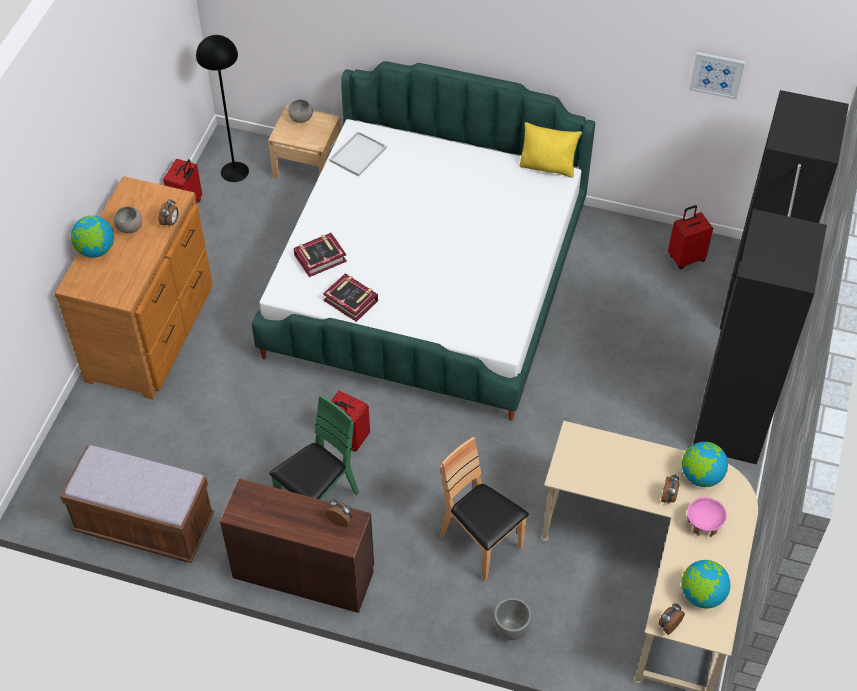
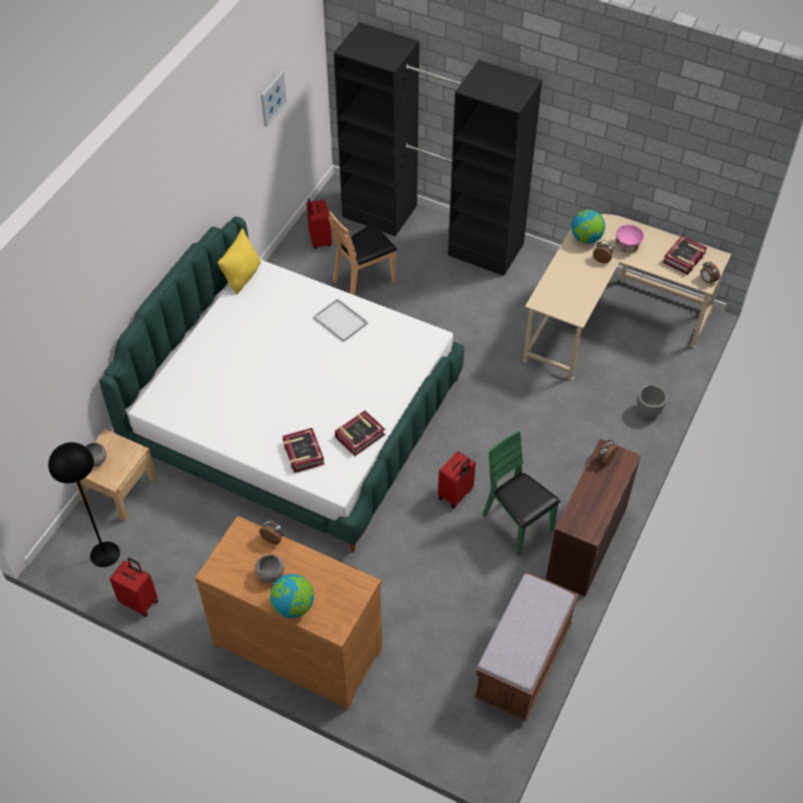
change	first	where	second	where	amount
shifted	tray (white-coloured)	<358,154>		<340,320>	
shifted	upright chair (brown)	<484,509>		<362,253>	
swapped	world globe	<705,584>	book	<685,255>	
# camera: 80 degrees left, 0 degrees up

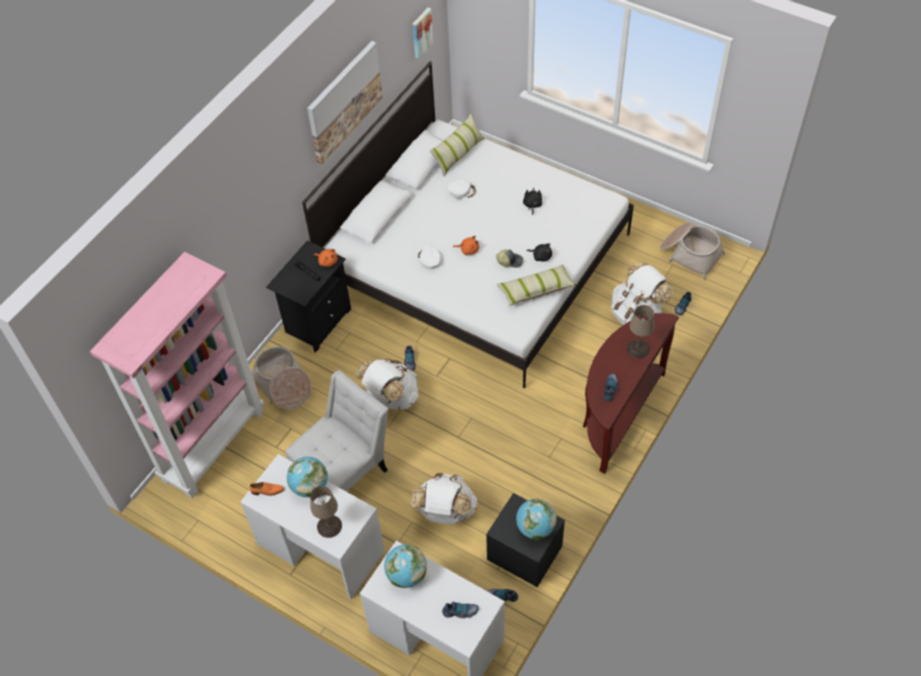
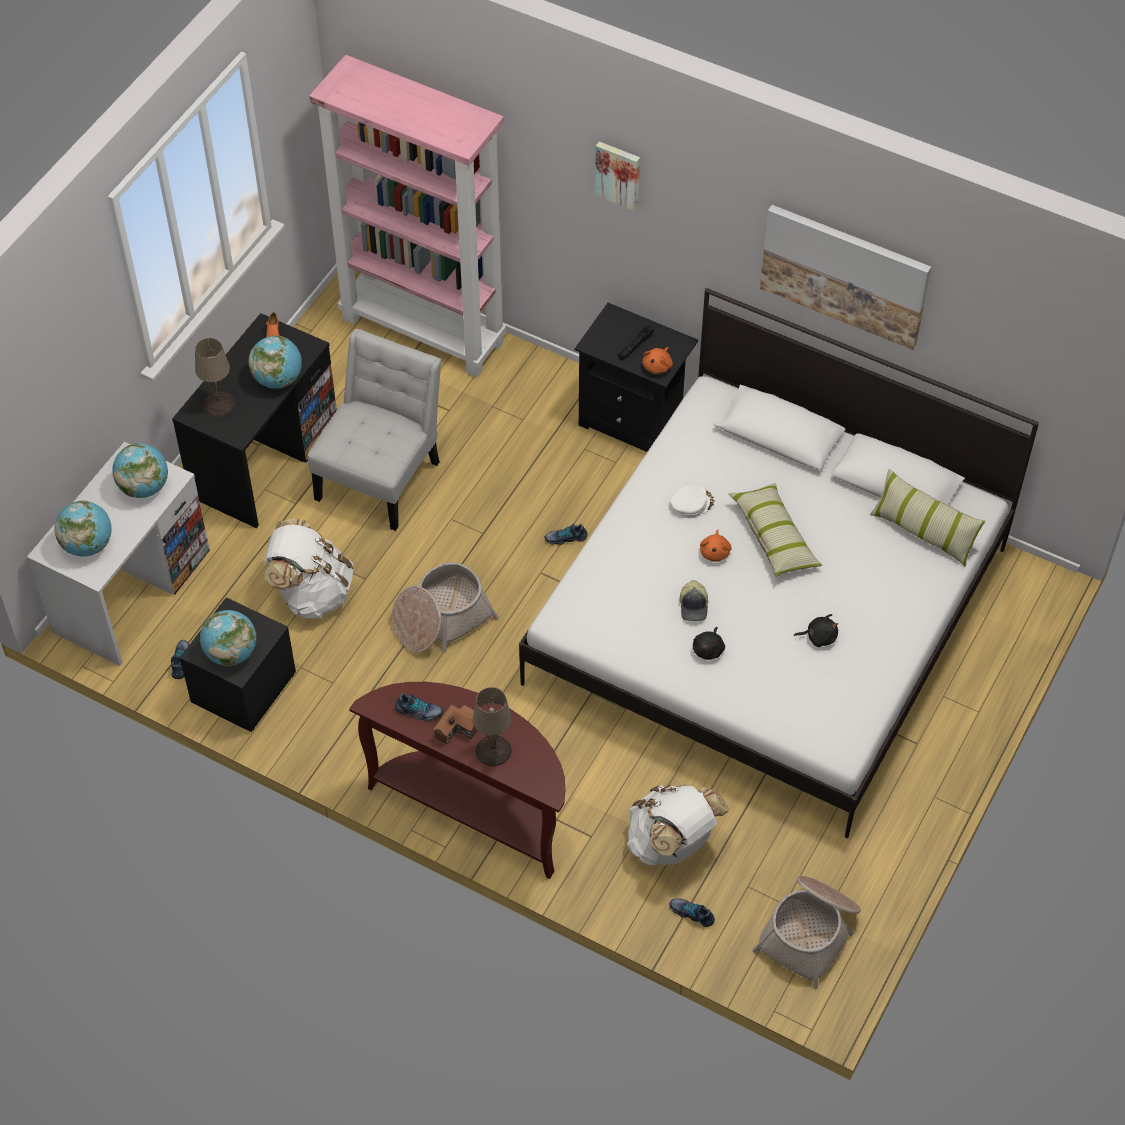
change	first	where	second	where	amount
shifted	picture	<423,33>		<617,176>	
gone	cap (white-coloured)	<462,189>			
shifted	throw pillow	<536,285>		<775,530>	
shifted	basket	<281,378>		<445,607>	
gone	knapsack (white-coloured)	<386,384>			
rotated	upright chair (white-coloured)	<337,431>		<374,430>	105 degrees counterclockwise
repainted	desk unit (white-coloured)	<312,526>	desk unit (black)	<254,420>	
swapped	item of footwear	<460,609>	world globe	<82,529>	
new			toy house	<455,724>	
# camera: 85 degrees right, 0 degrees up

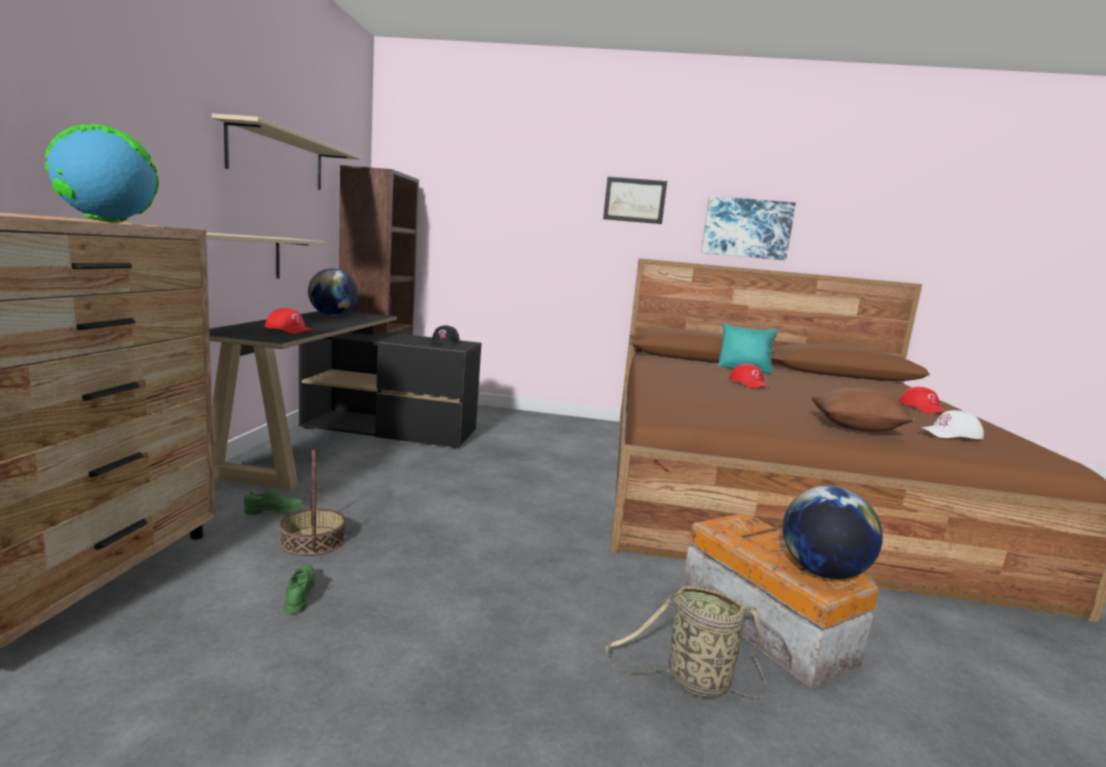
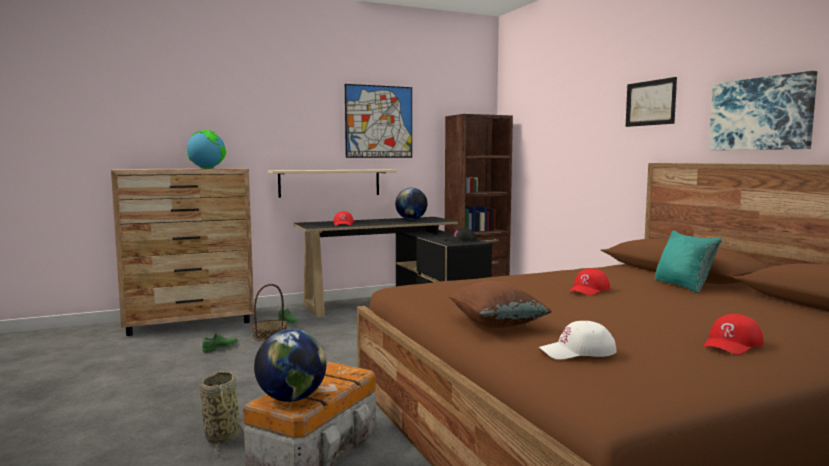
change	first	where	second	where	amount
swapped	shelf (beige)	<286,151>	picture	<378,121>	
rotated	cap (white-coloured)	<951,424>		<578,340>	60 degrees counterclockwise
# camera: 60 degrees right, 5 degrees down

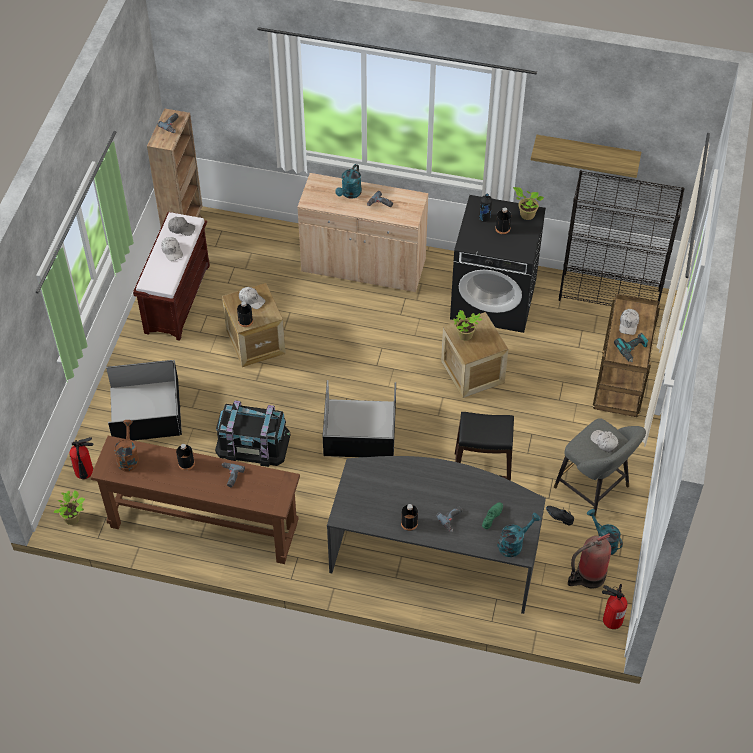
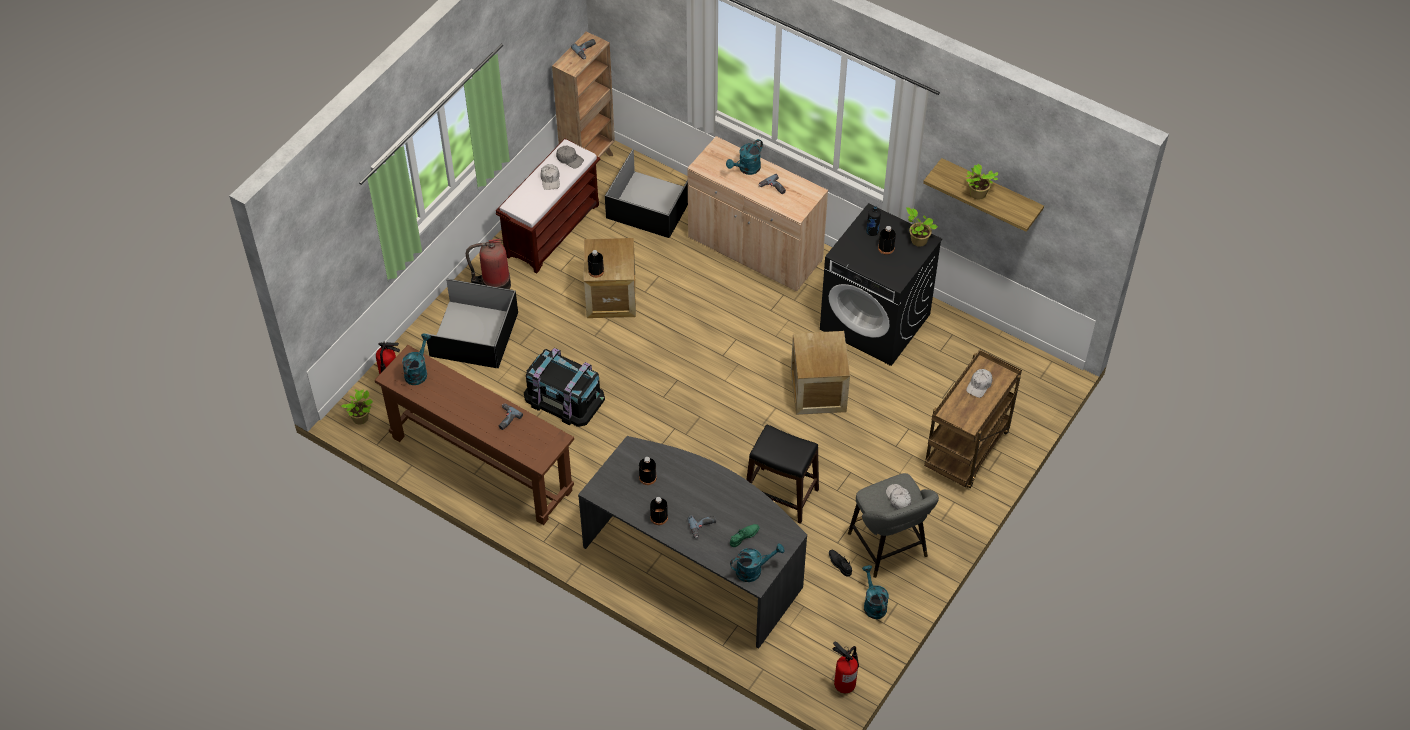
change	first	where	second	where	amount
gone	shelving unit (black)	<622,238>			
gone	cap (white-coloured)	<252,298>			
shifted	houseplant	<467,325>		<982,182>	
gone	drill	<631,348>			
shifted	storage box (black)	<359,418>		<646,193>	
repainted	watering pot (brown)	<126,446>	watering pot (turquoise-coloured)	<416,359>	
shifted	bottle (black)	<185,457>		<648,471>	
shifted	fire extinguisher	<589,560>		<488,263>	
# camera: 20 degrees right, 0 degrees up

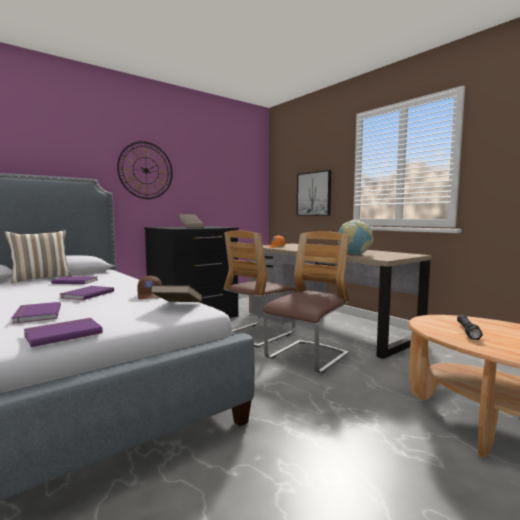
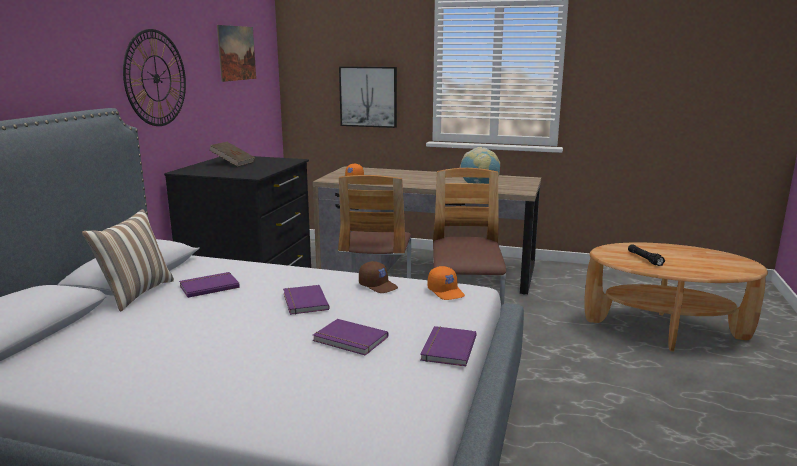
change	first	where	second	where	amount
swapped	book (brown)	<176,293>	cap (orangey)	<446,283>	
new			picture	<236,53>	
# camera: 35 degrees left, 10 degrees up

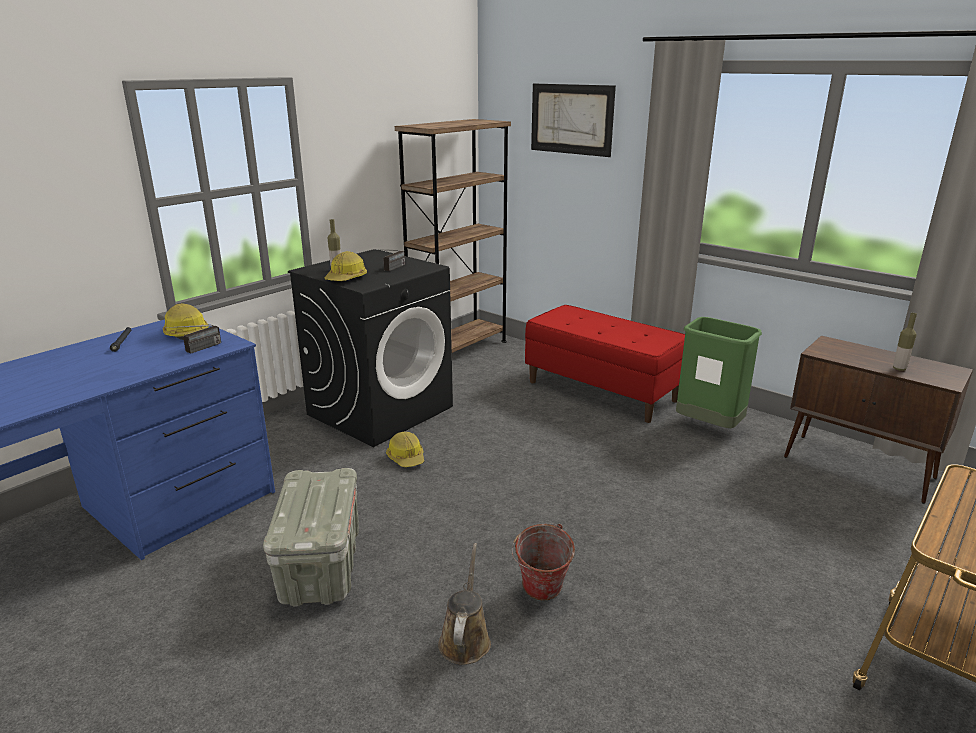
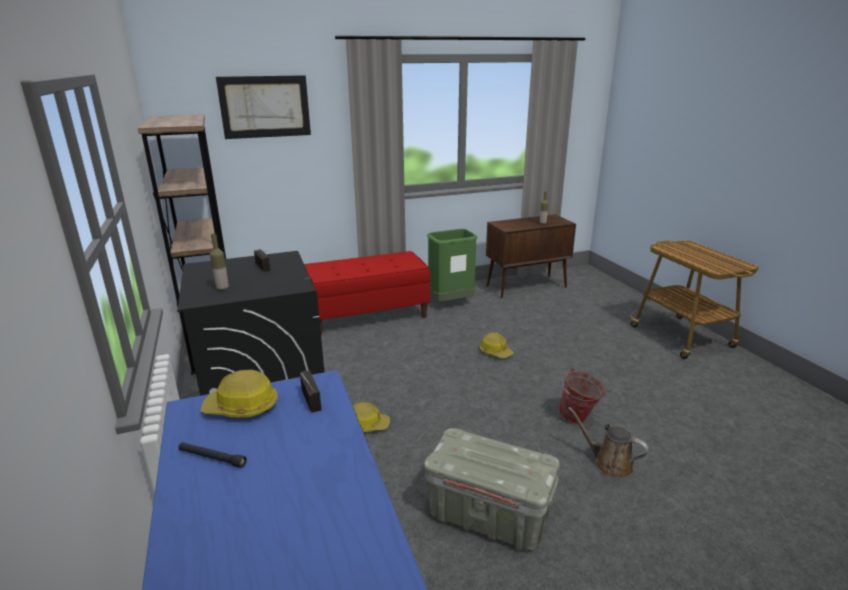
change	first	where	second	where	amount
shifted	safety helmet	<346,266>		<497,345>	
# camera: 60 degrees left, 0 degrees up

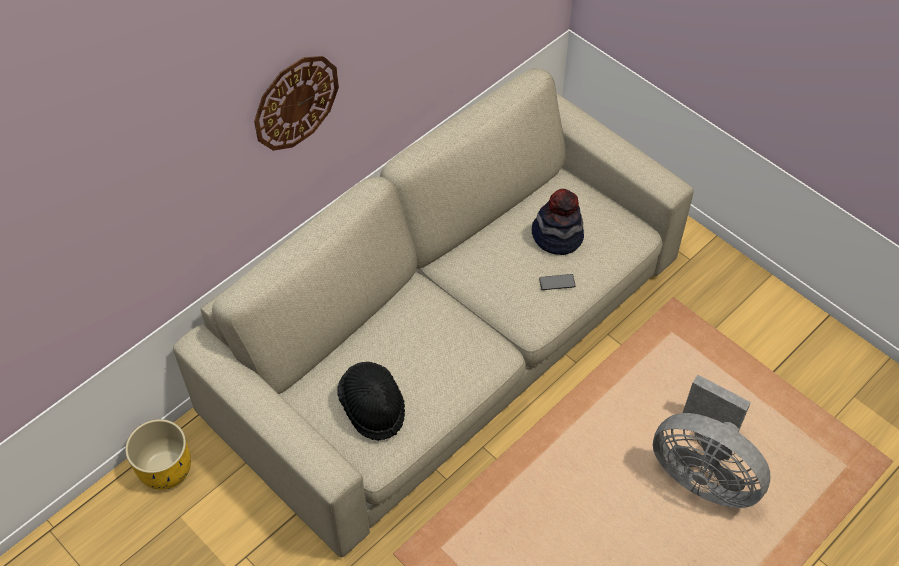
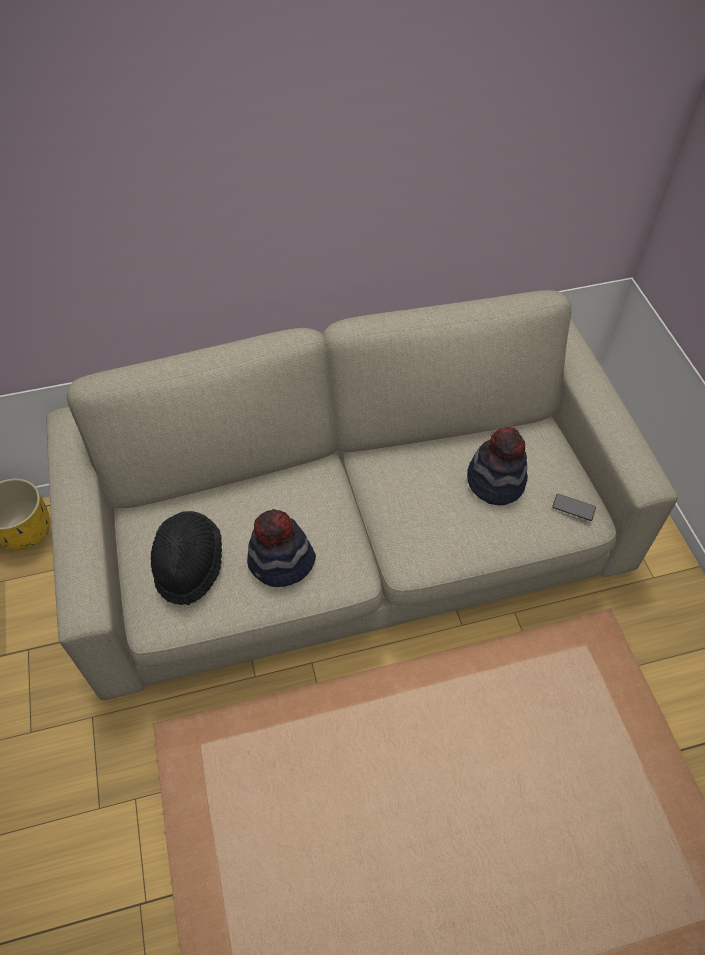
change	first	where	second	where	amount
gone	wall clock	<296,103>			
shifted	handset	<557,282>		<574,507>	
gone	cooling fan (greyish)	<711,441>			
new			wearable hat	<281,548>	
# camera: 30 degrees right, 0 degrees up

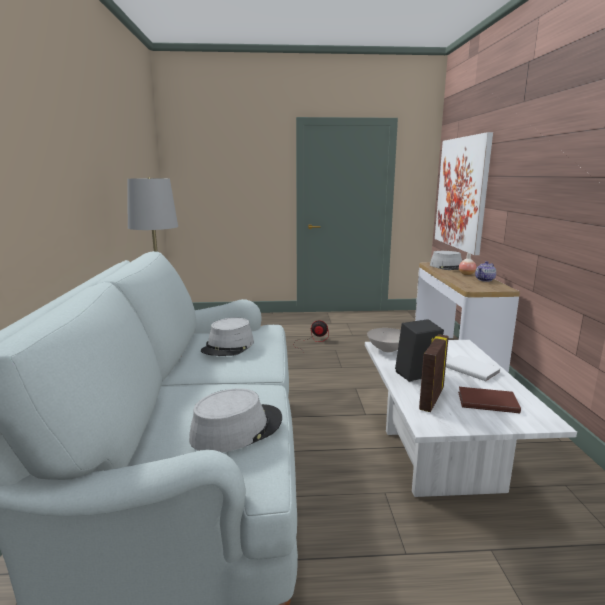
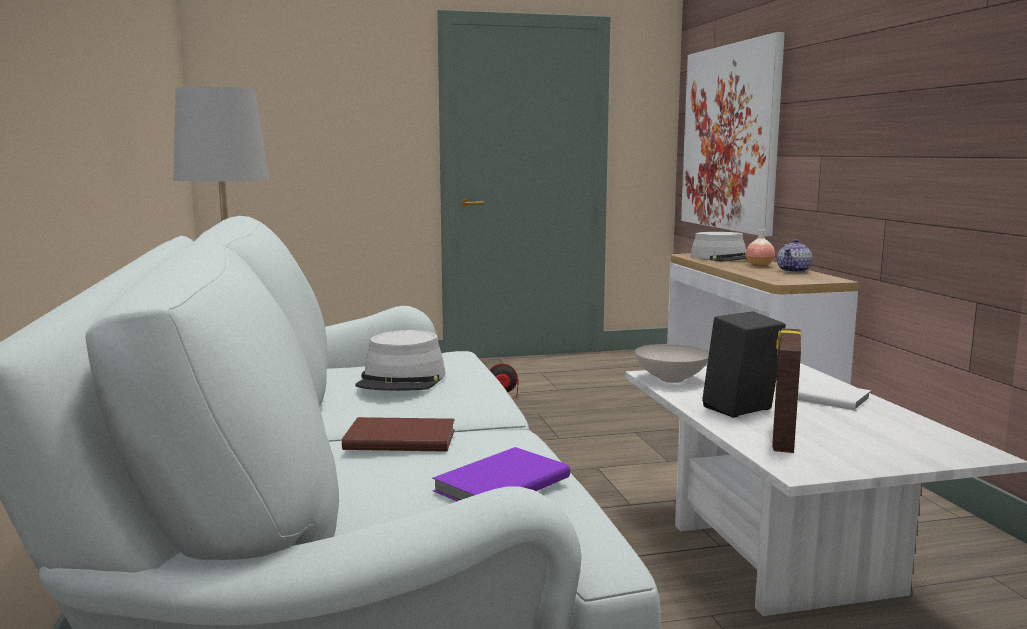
change	first	where	second	where	amount
shifted	book (brown)	<489,400>		<398,434>	
swapped	wearable hat (greyish)	<235,420>	book (purple)	<501,474>	
# camera: 10 degrees left, 5 degrees down

